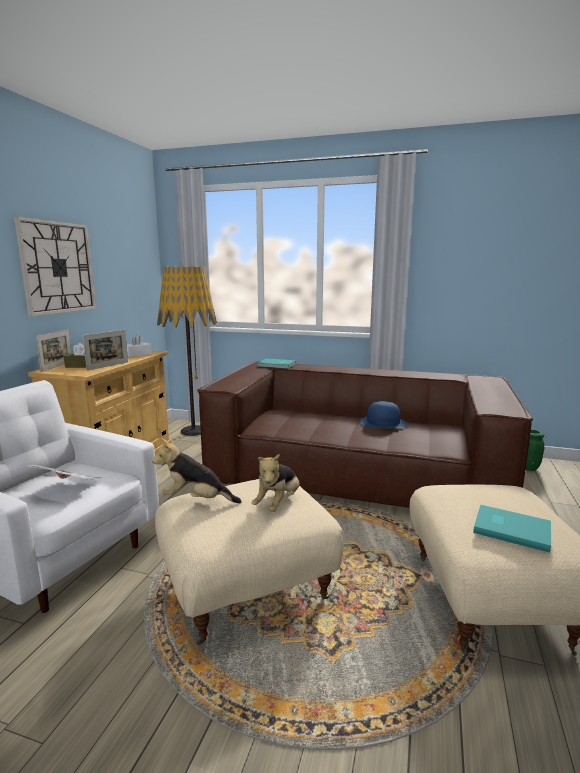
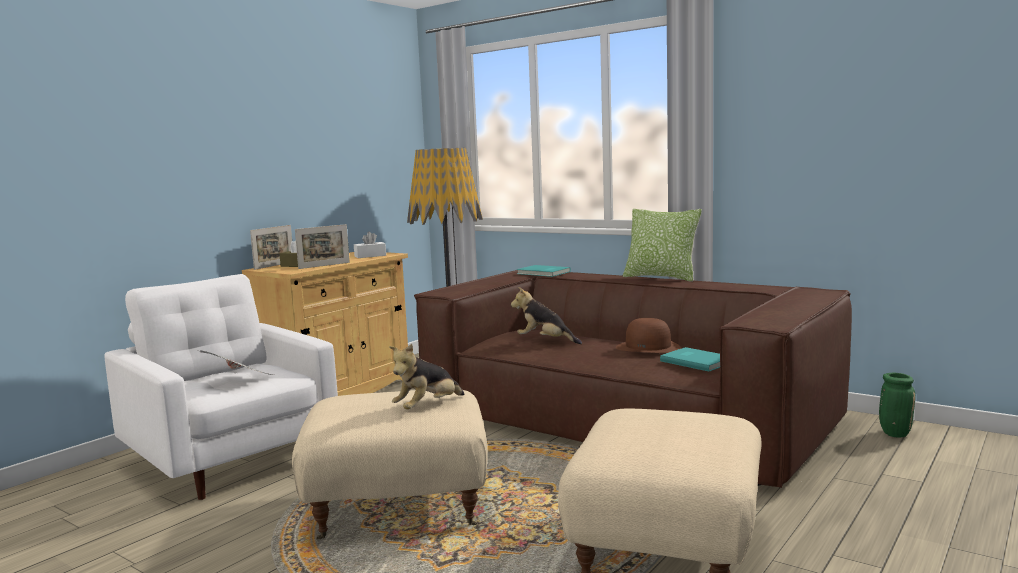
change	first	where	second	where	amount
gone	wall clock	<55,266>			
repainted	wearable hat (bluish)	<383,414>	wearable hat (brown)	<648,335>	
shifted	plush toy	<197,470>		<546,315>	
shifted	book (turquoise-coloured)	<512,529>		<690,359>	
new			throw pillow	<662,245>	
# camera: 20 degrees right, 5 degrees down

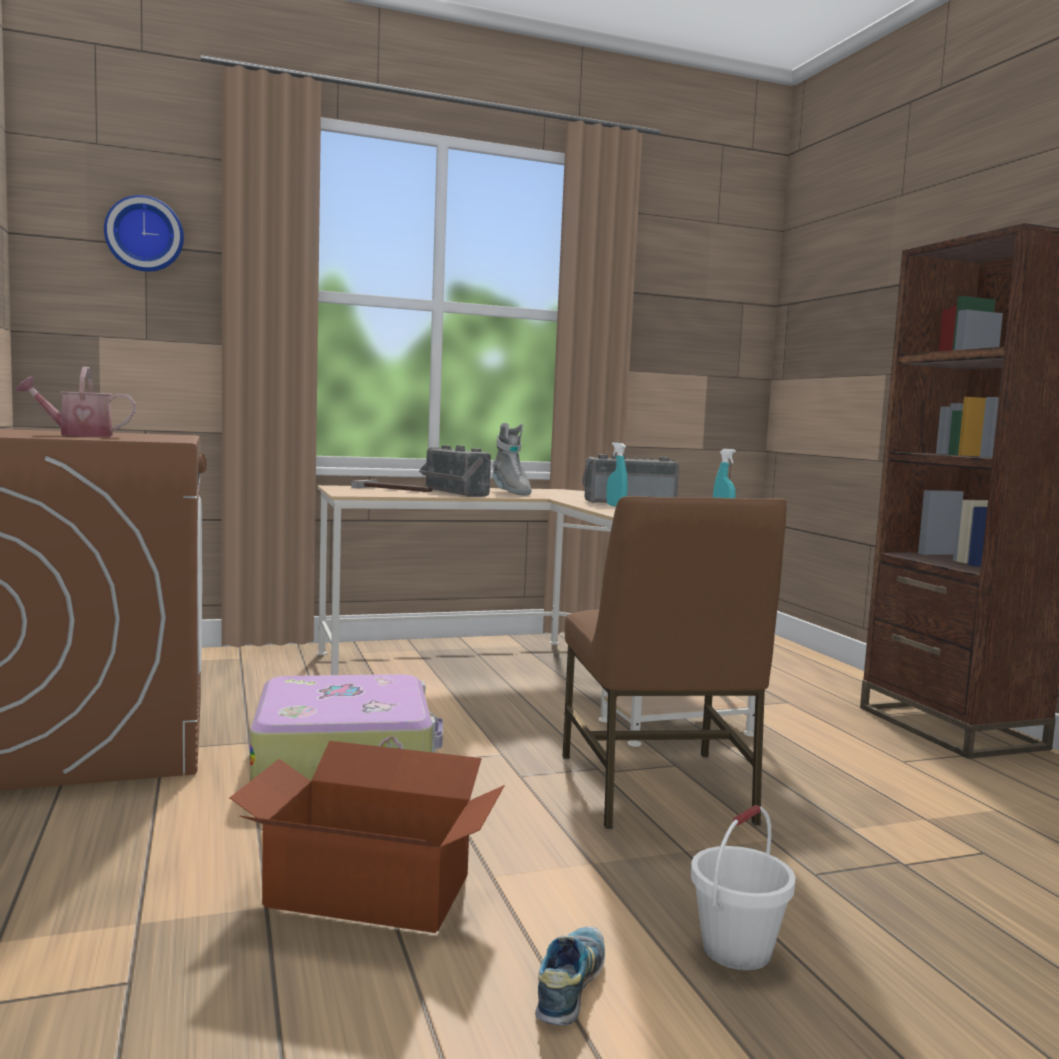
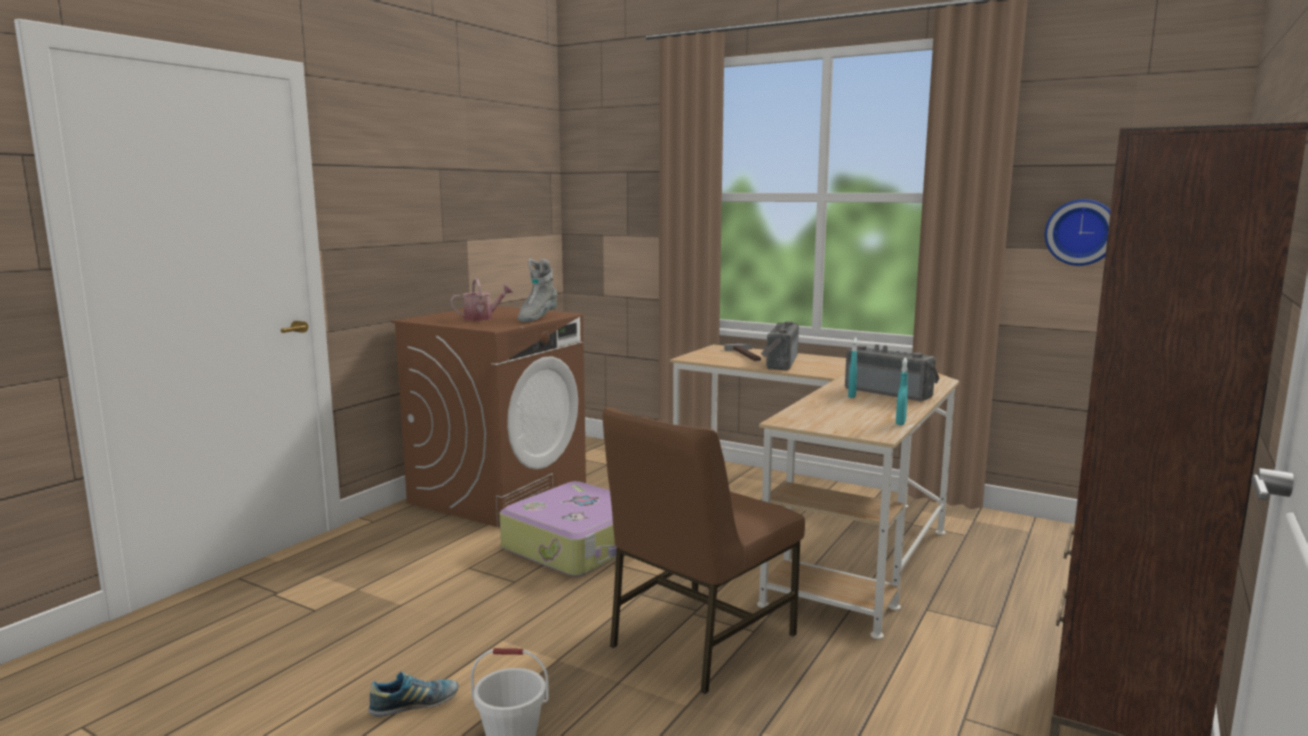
change	first	where	second	where	amount
shifted	wall clock	<144,233>		<1078,232>	
rotated	watering pot	<75,401>		<481,300>	120 degrees clockwise
shifted	high-top boot (greyish)	<512,459>		<537,290>	
gone	carton	<367,837>			
# camera: 50 degrees right, 5 degrees up

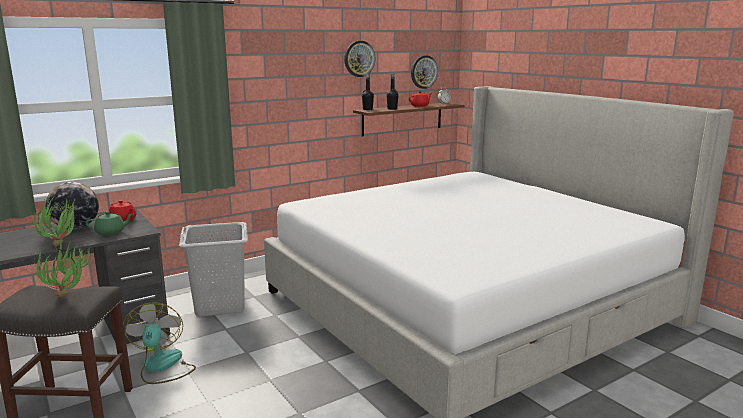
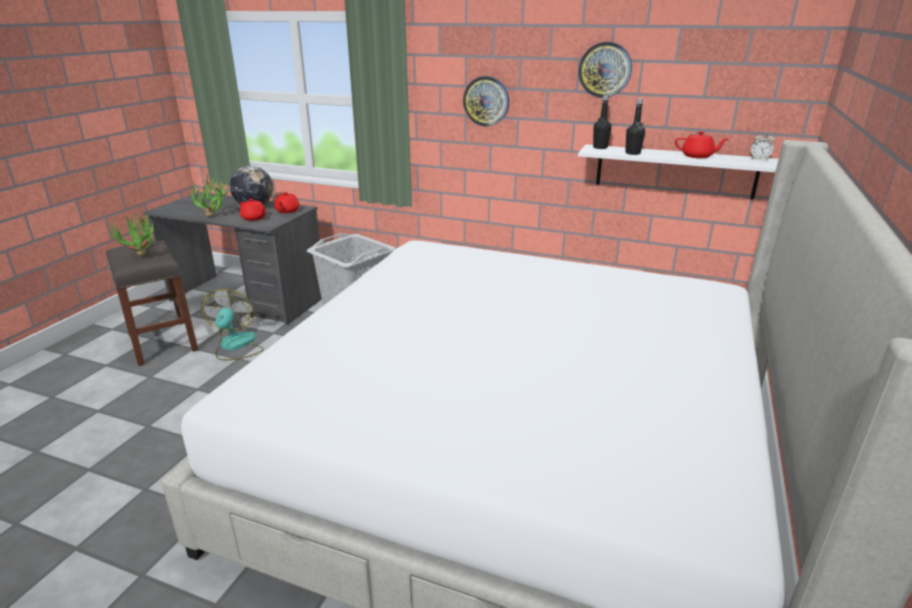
change	first	where	second	where	amount
shifted	wall clock	<424,72>		<486,101>	
repainted	shelf (brown)	<409,119>	shelf (white-coloured)	<678,172>	
repainted	pot for tea (green)	<109,223>	pot for tea (reddish)	<253,210>	
rotated	cooling fan	<159,343>		<232,324>	45 degrees counterclockwise
# camera: 55 degrees right, 10 degrees up

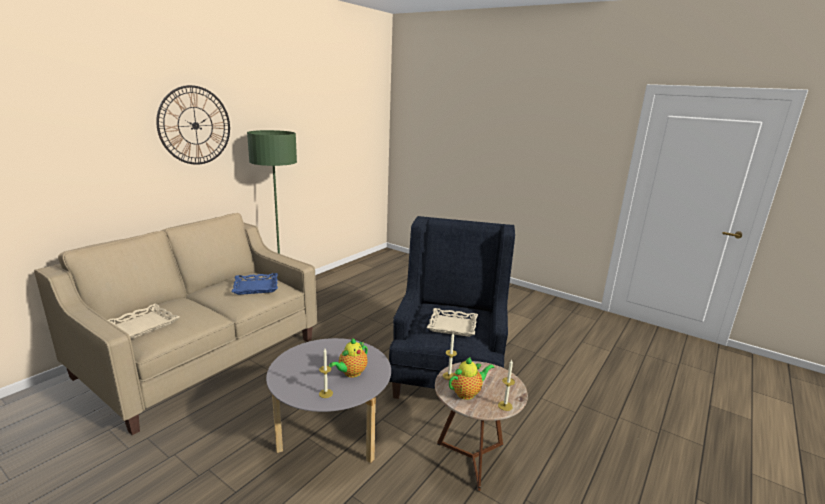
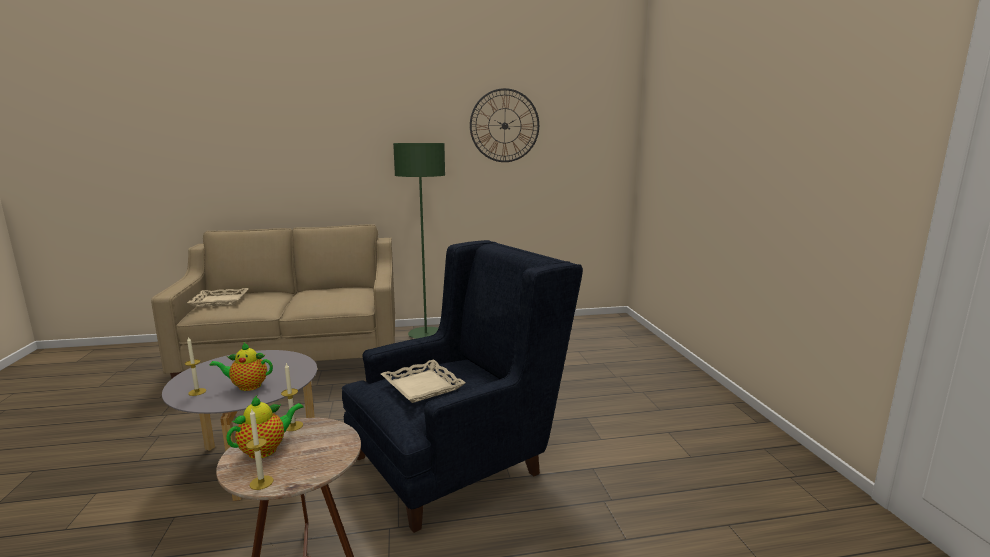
change	first	where	second	where	amount
shifted	wall clock	<193,125>		<504,125>	
gone	tray (bluish)	<255,284>			
rotated	pot for tea	<471,378>		<265,427>	60 degrees counterclockwise
# camera: 45 degrees right, 5 degrees down

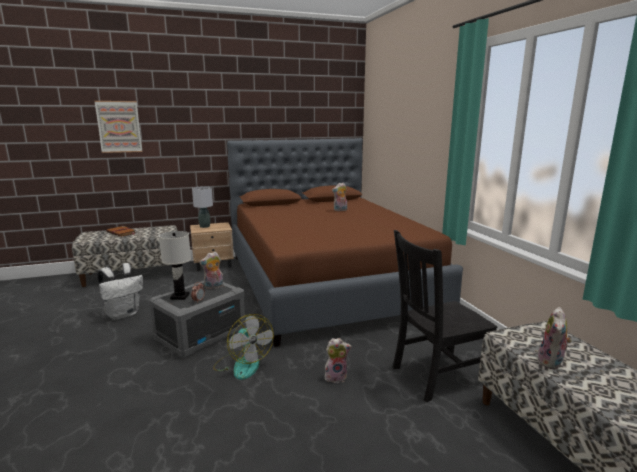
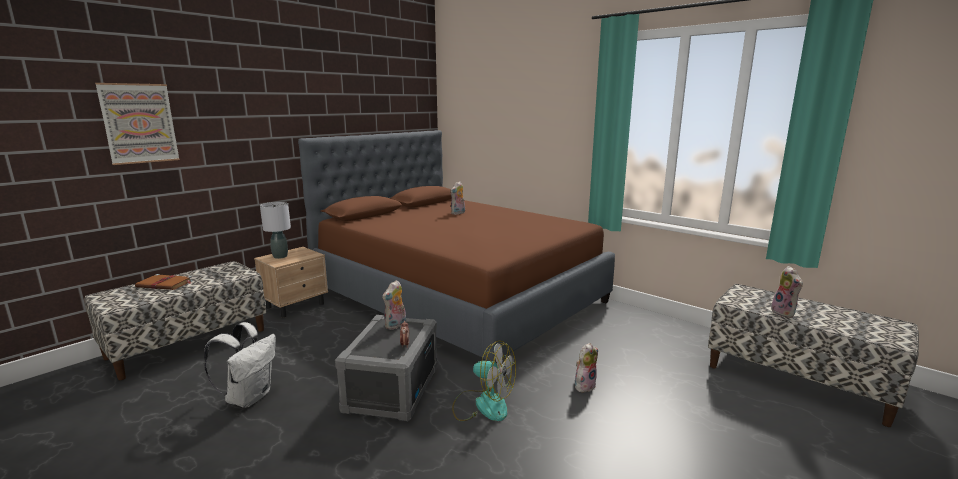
change	first	where	second	where	amount
gone	upright chair (black)	<445,316>			
gone	lamp for a table (white-coloured)	<175,265>			
# camera: 30 degrees left, 0 degrees up

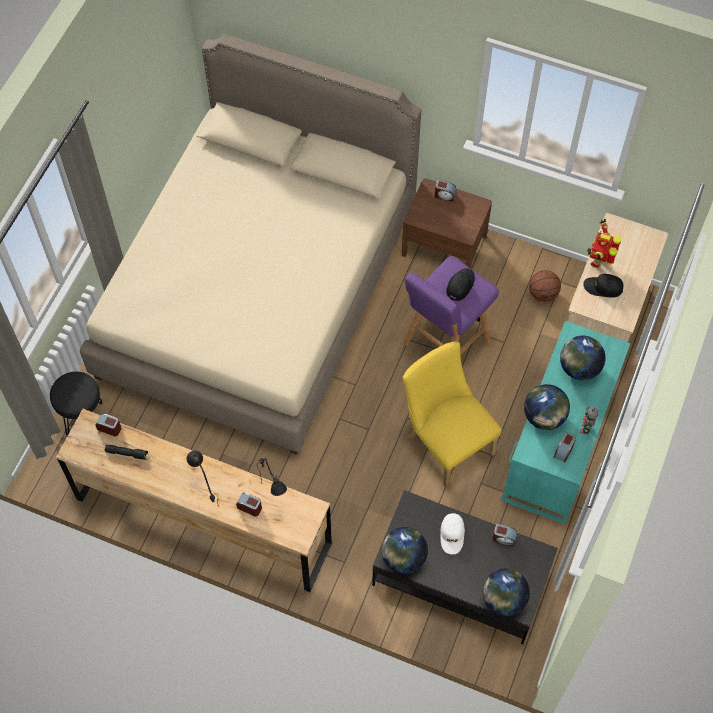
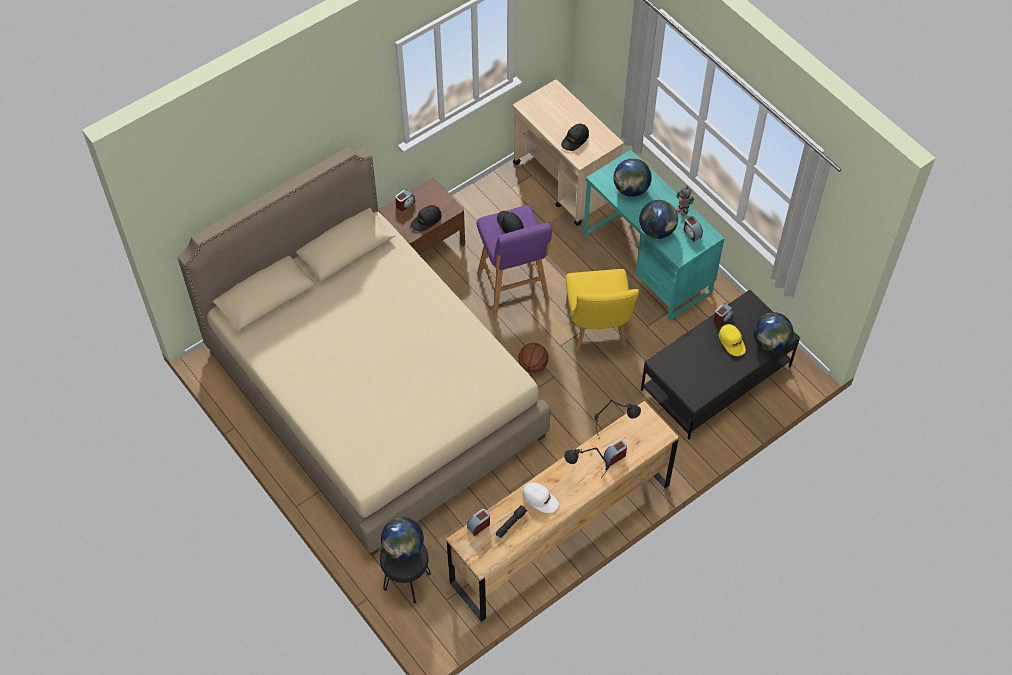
change	first	where	second	where	amount
gone	toy robot	<604,243>			
shifted	basketball	<545,286>		<533,358>	
rotated	upright chair (yellow)	<452,415>		<602,310>	90 degrees counterclockwise
shifted	cap (white-coloured)	<452,533>		<540,497>	
shifted	world globe	<405,550>		<402,539>	
new			cap (black)	<426,218>	
new			cap (yellow)	<732,340>	
# camera: 60 degrees left, 5 degrees down

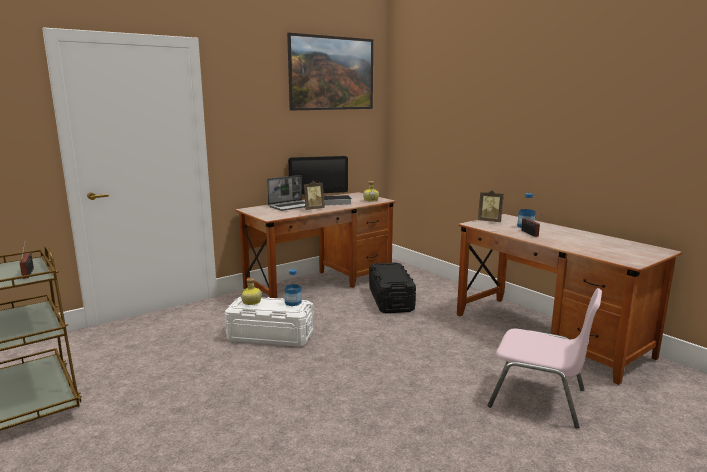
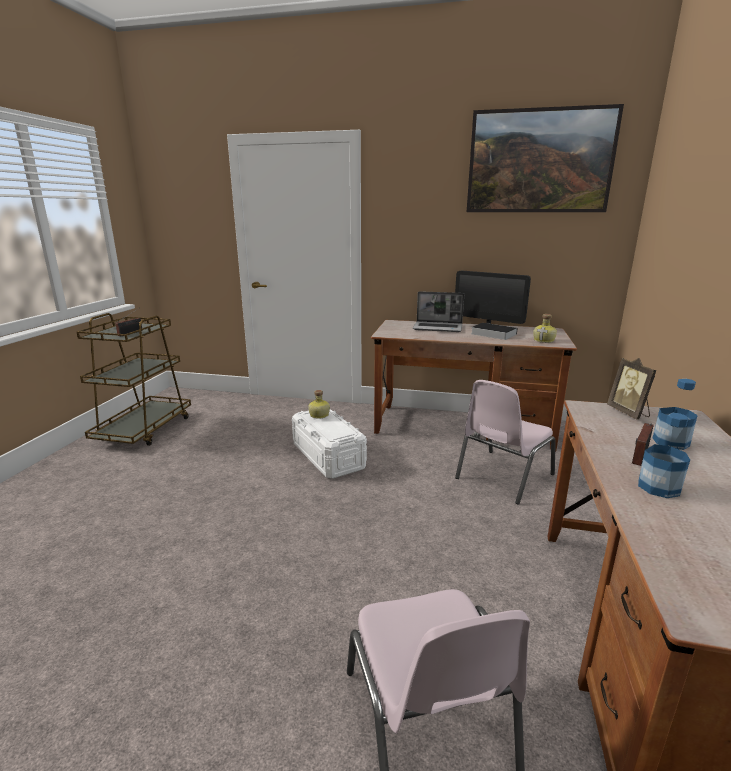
change	first	where	second	where	amount
gone	standing frame	<314,195>			
swapped	storage box (black)	<392,287>	upright chair (pink-coloured)	<505,442>	
shifted	bottle	<293,287>		<664,455>	
# camera: 50 degrees right, 5 degrees up

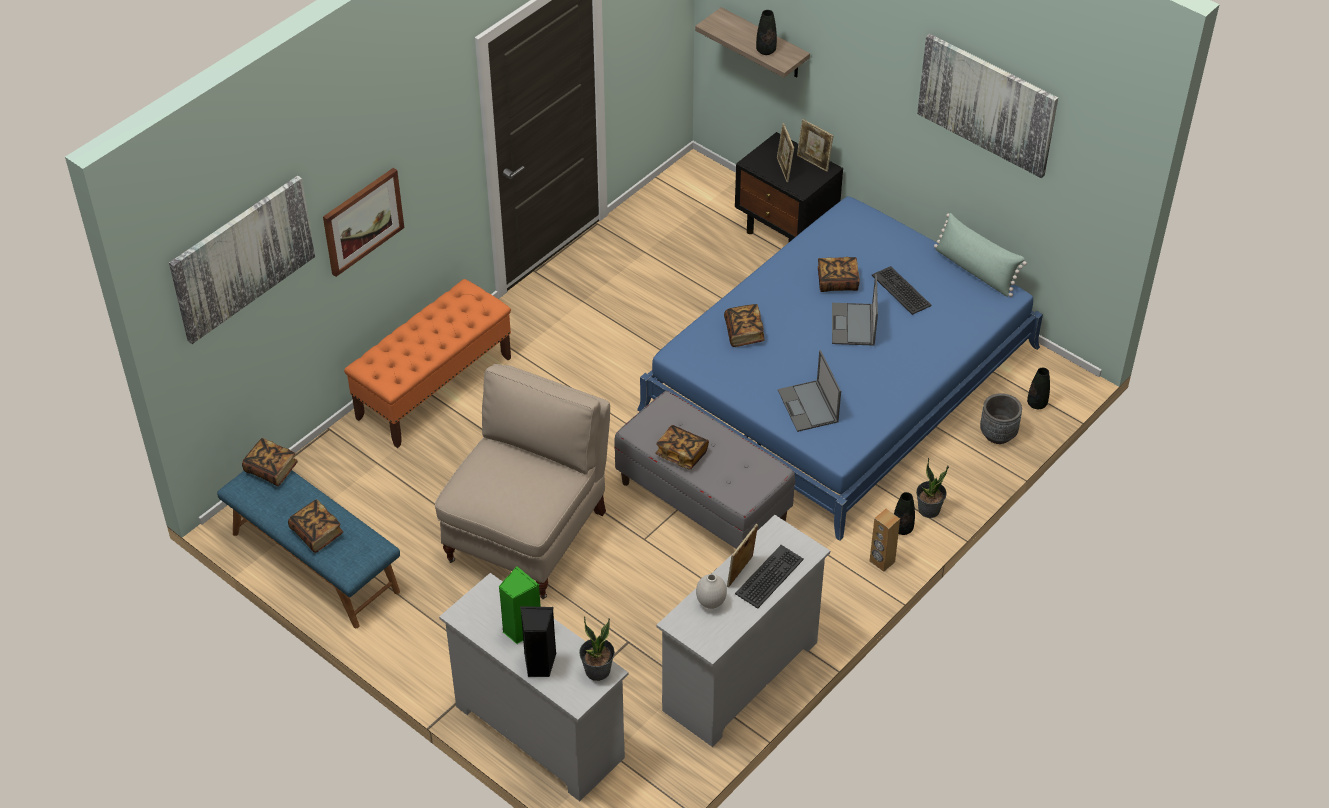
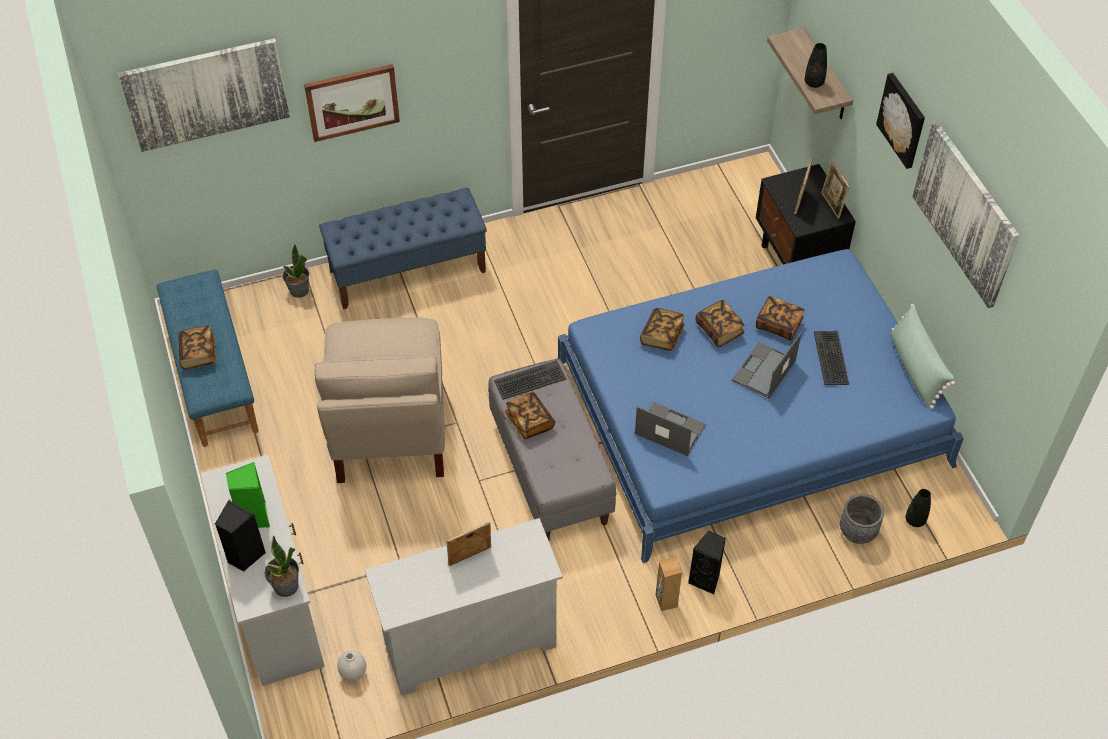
change	first	where	second	where	amount
repainted	long seat (orangey)	<427,363>	long seat (bluish)	<403,248>	
rotated	laptop	<809,391>		<670,429>	105 degrees clockwise
rotated	upright chair (beige)	<522,481>		<380,400>	120 degrees clockwise
shifted	book	<270,462>		<720,323>	
shifted	houseplant	<932,488>		<295,271>	
swapped	decorative vase (black)	<904,513>	speaker (black)	<707,562>	
shifted	computer keyboard	<769,577>		<530,380>	
shifted	decorative vase (white-coloured)	<711,591>		<351,665>	
new			picture	<900,121>	
# camera: 30 degrees right, 5 degrees up

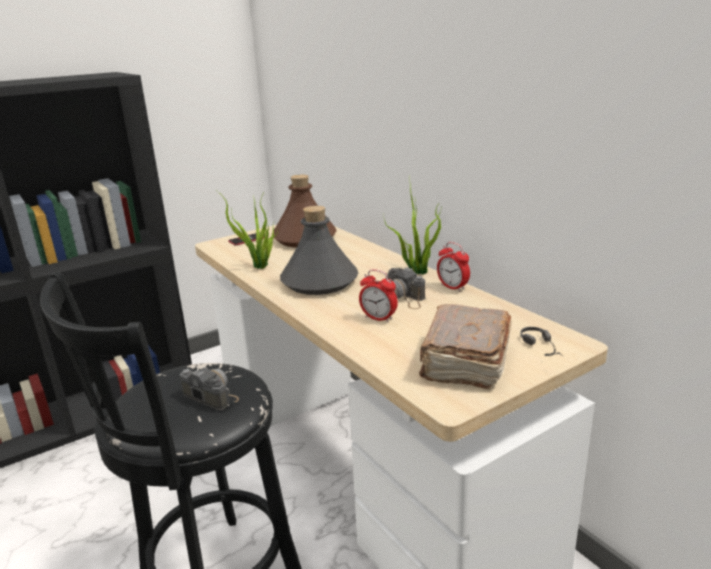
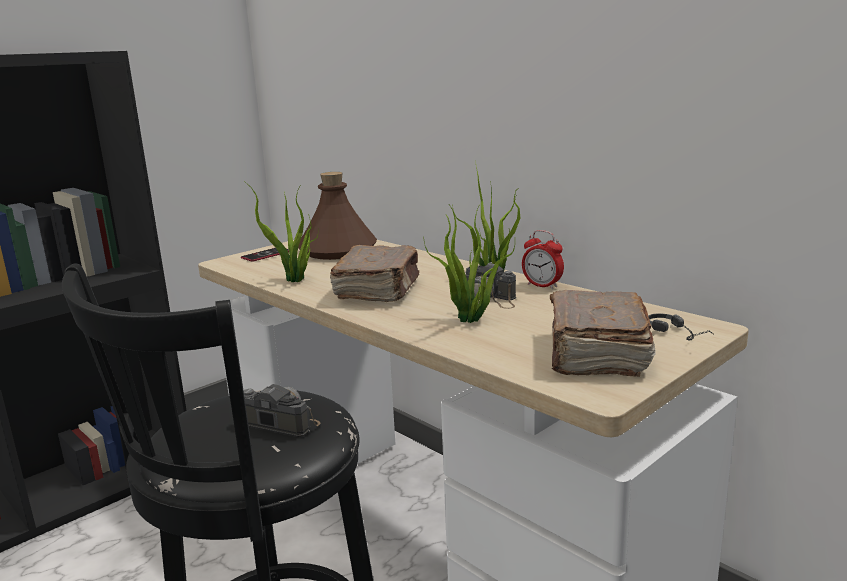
change	first	where	second	where	amount
swapped	bottle (greyish)	<319,250>	book (brown)	<374,273>	
swapped	alarm clock	<378,296>	houseplant	<469,263>	
# camera: 10 degrees left, 5 degrees down

